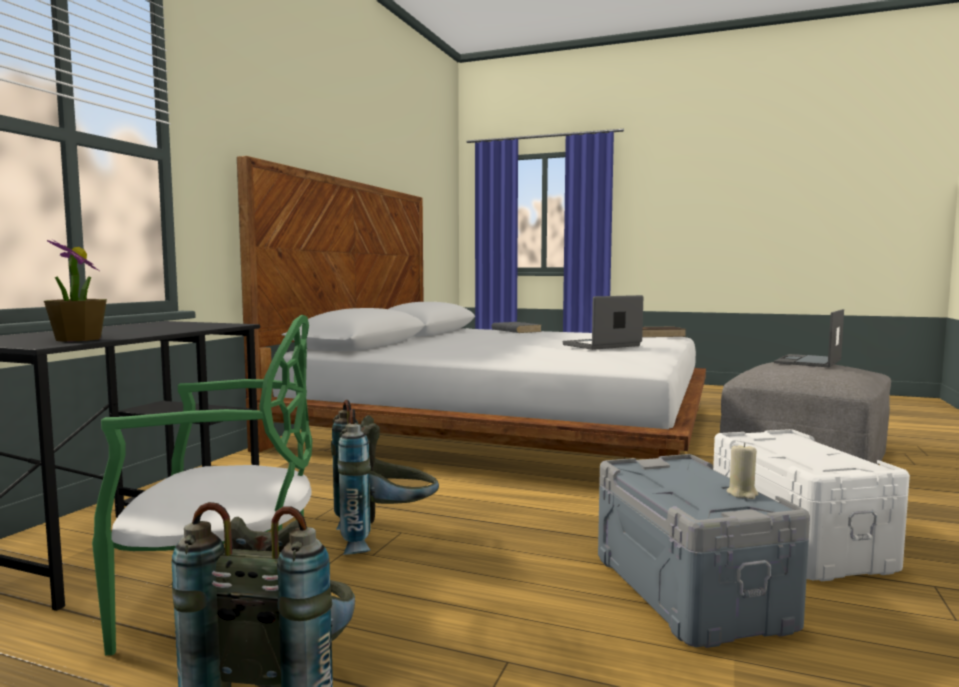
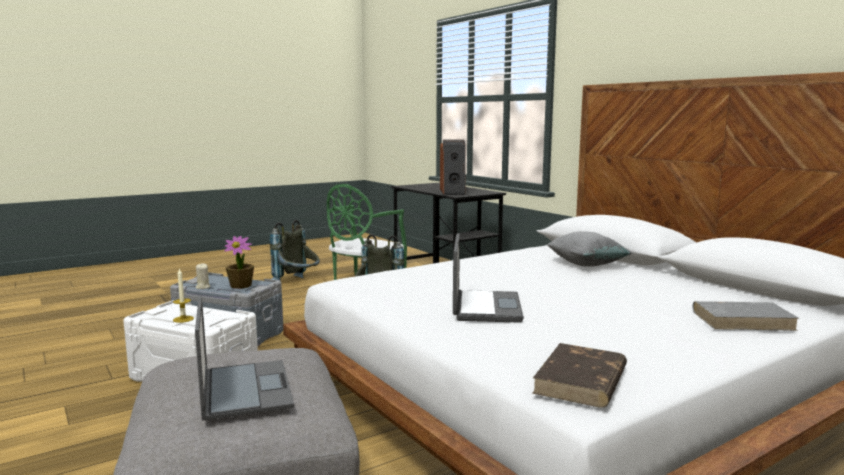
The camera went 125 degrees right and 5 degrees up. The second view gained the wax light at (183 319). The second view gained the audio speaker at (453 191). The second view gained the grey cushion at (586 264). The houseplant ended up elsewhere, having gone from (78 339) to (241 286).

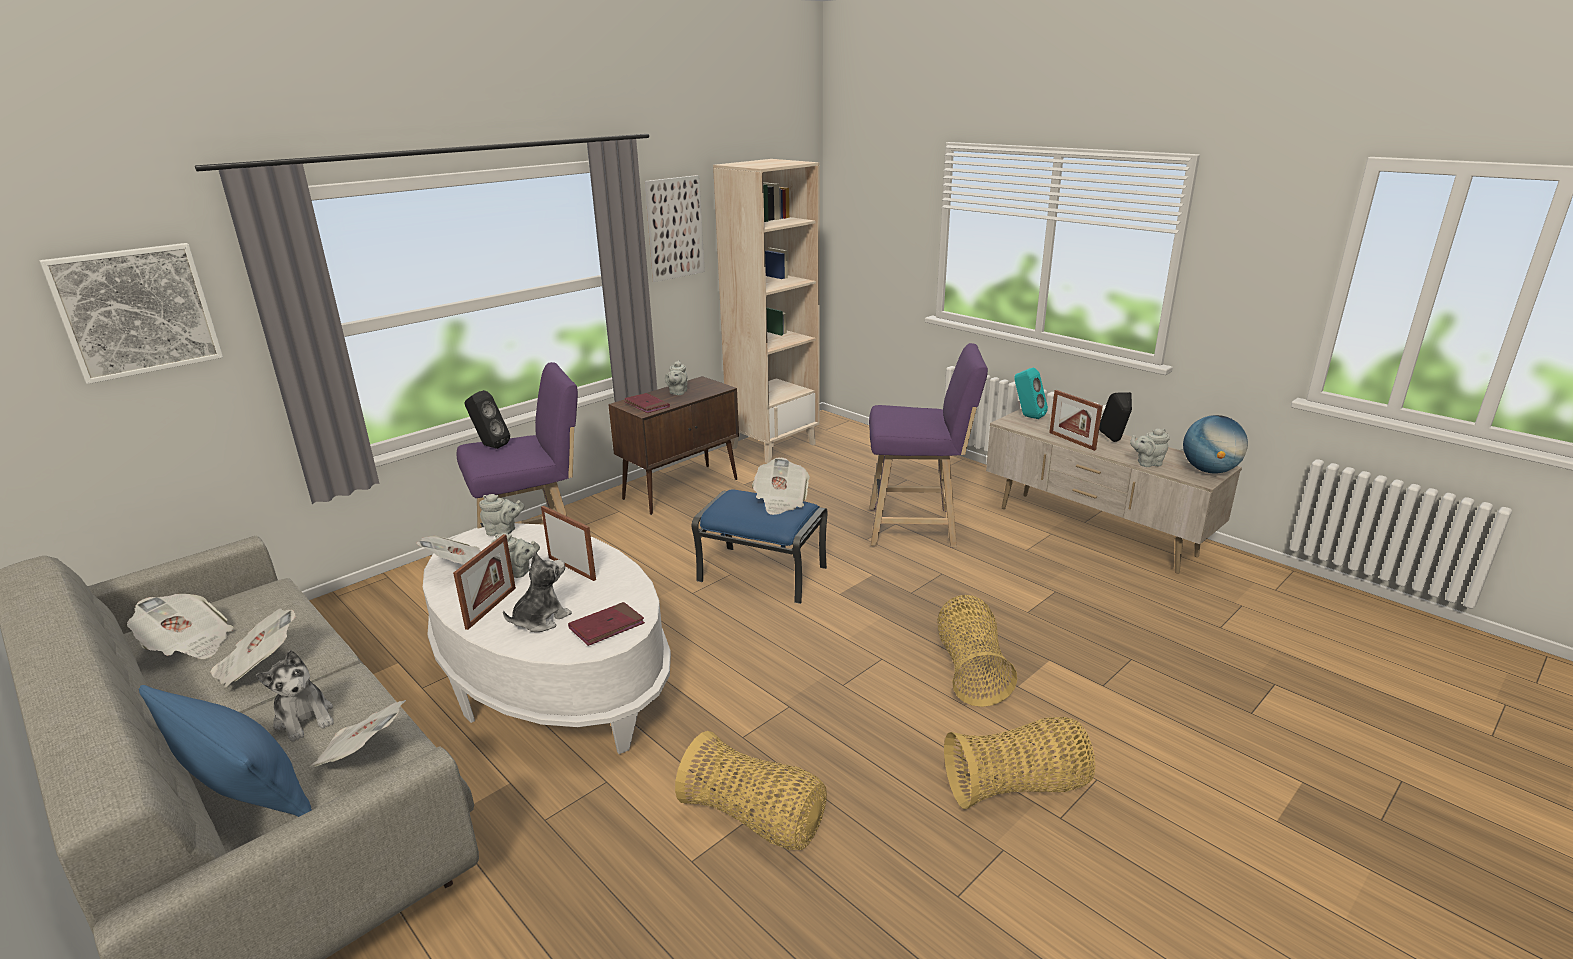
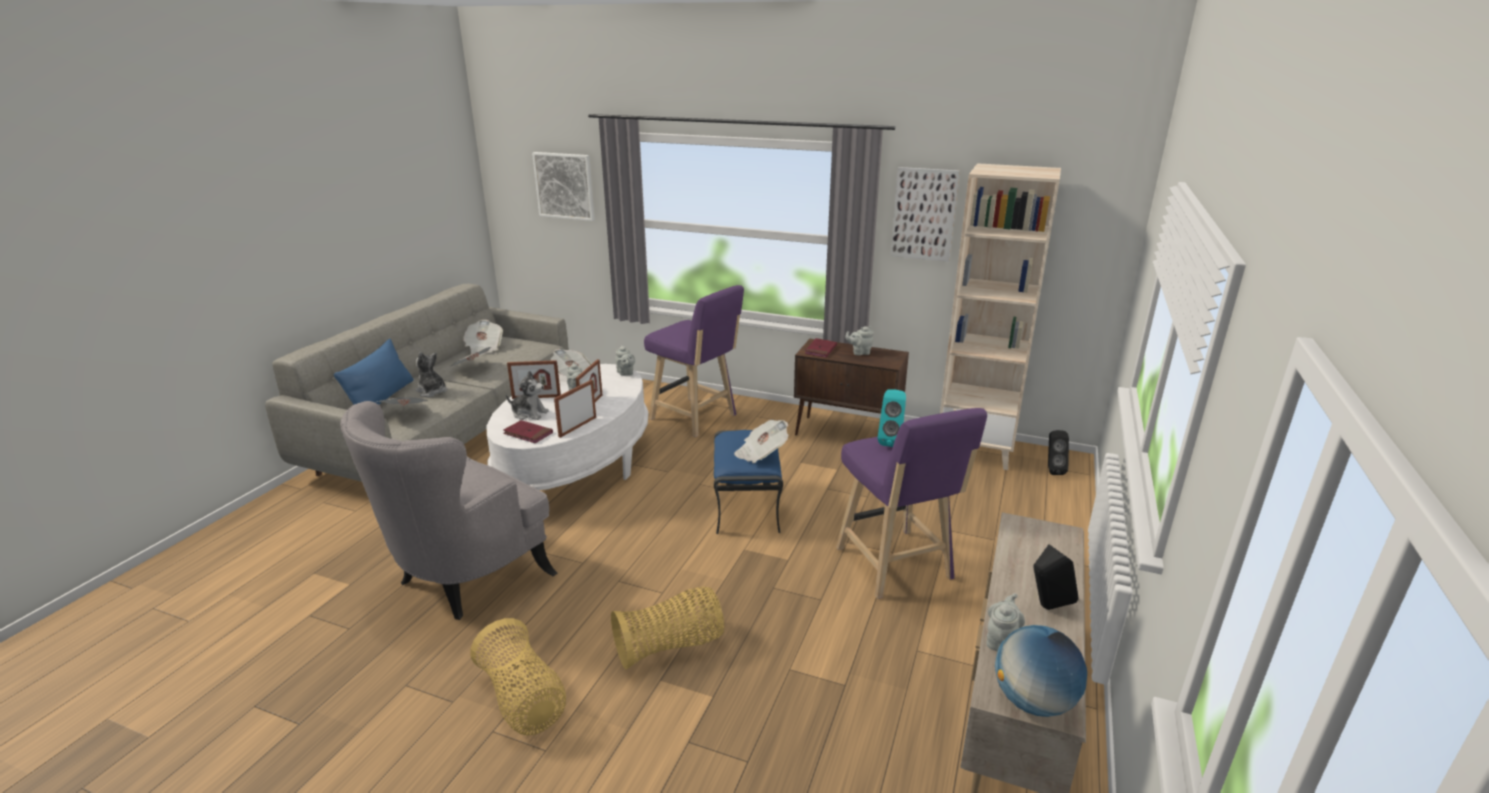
The camera went 65 degrees right and 0 degrees up. The blackish audio speaker ended up elsewhere, having gone from (489 446) to (1052 470). The turquoise-coloured audio speaker ended up elsewhere, having gone from (1027 416) to (890 441). The standing frame ended up elsewhere, having gone from (1072 441) to (577 427). Where the basket stood at (755 819), the grey armchair came to stand at (464 579). The plush toy at (305 718) ended up facing another way, 105 degrees clockwise from before. The grey teapot at (1147 463) ended up facing another way, 60 degrees clockwise from before.

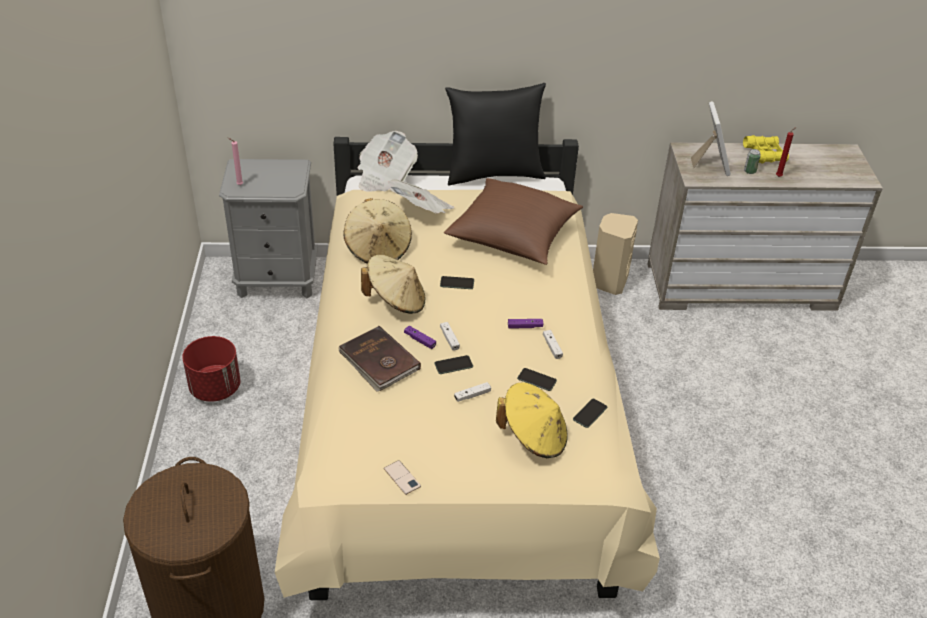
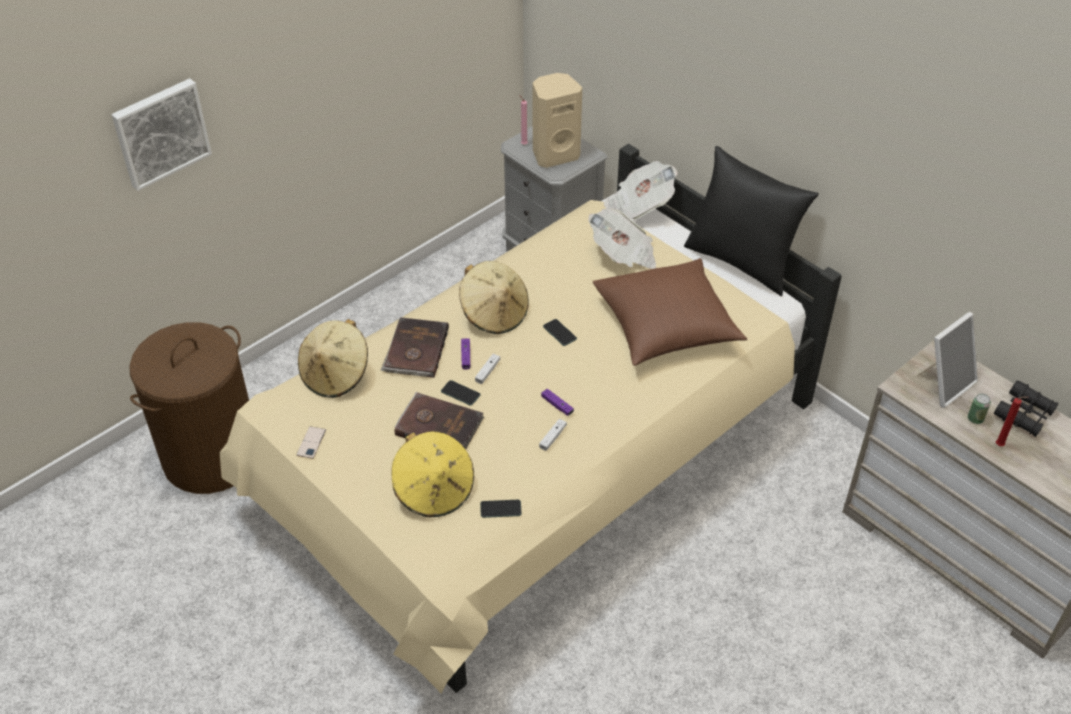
The camera went 50 degrees right and 5 degrees up. The second view lost the red-coloured planter at (215 388). The second view lost the telephone at (537 380). The second view gained the picture at (160 132). The beige wearable hat ended up elsewhere, having gone from (378 248) to (336 375). The beige audio speaker ended up elsewhere, having gone from (609 281) to (554 154). Where the white-coloured joypad stood at (472 395), the brownish volume came to stand at (439 425). What was the yellow pair of binoculars at (764 154) turned into the blackish pair of binoculars at (1024 414).

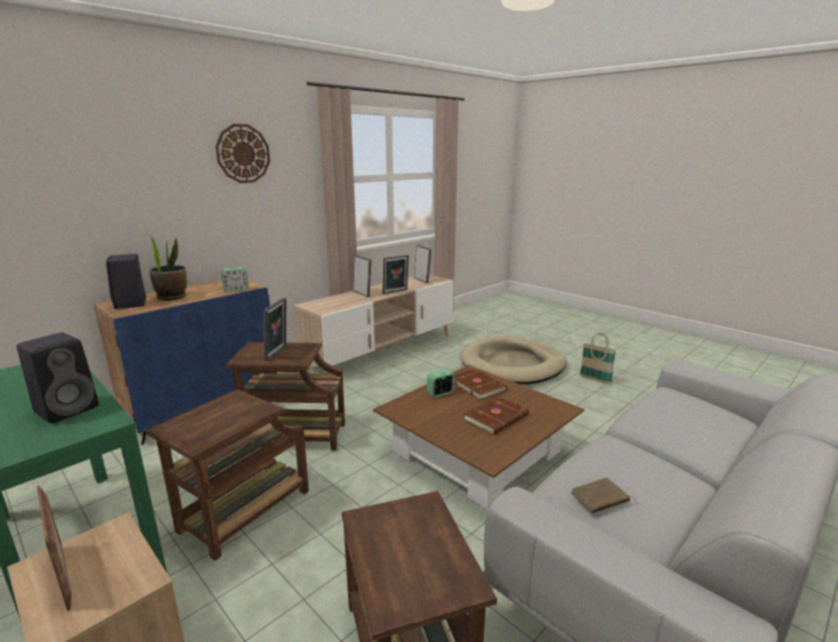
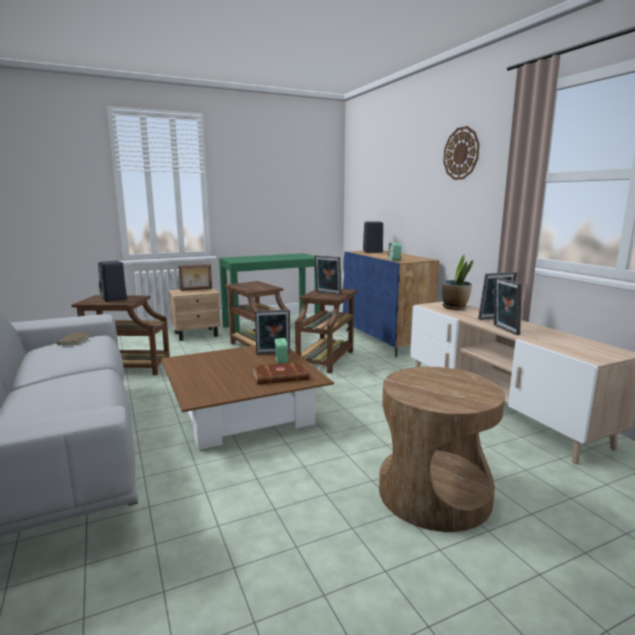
The camera went 110 degrees right and 5 degrees down. The second view lost the brownish volume at (497 418). The second view lost the basket at (595 379). The blackish audio speaker ended up elsewhere, having gone from (69 408) to (114 299). The houseplant ended up elsewhere, having gone from (172 297) to (455 307). The standing frame ended up elsewhere, having gone from (422 280) to (273 353). Where the beige dog bed stood at (512 365), the brownish end table came to stand at (434 494).

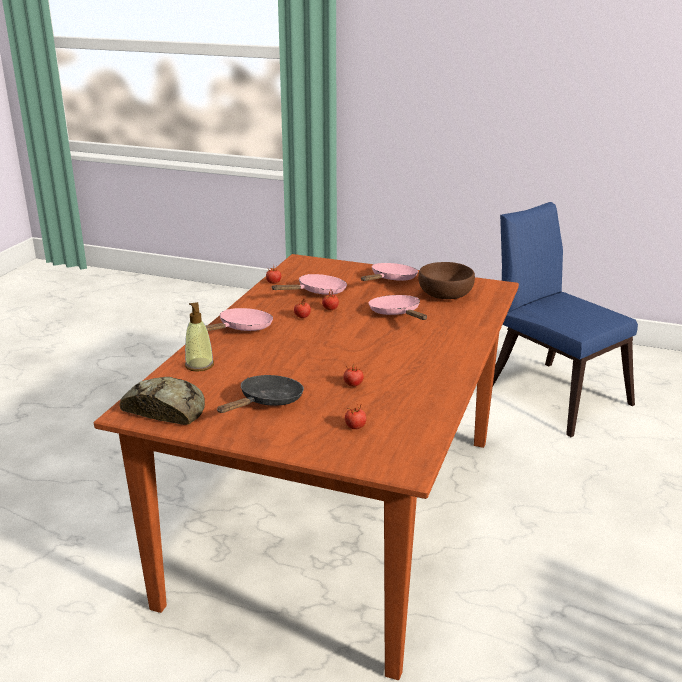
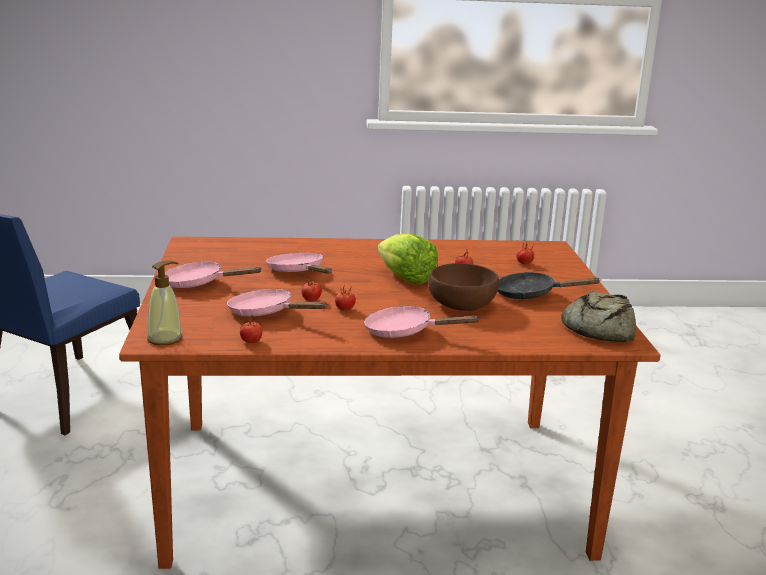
The camera went 115 degrees left and 5 degrees down. The second view gained the lettuce at (405 278). The liquid soap bottle ended up elsewhere, having gone from (199 365) to (165 339). The brownish deep dish ended up elsewhere, having gone from (446 295) to (462 304). The pink frying pan at (397 314) ended up facing another way, 105 degrees clockwise from before.

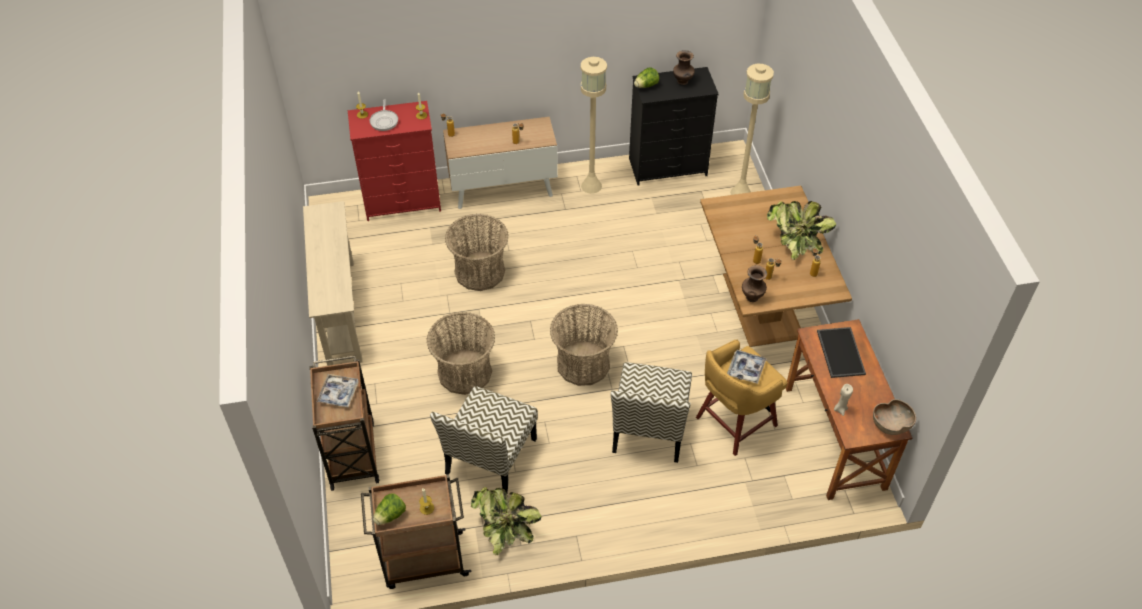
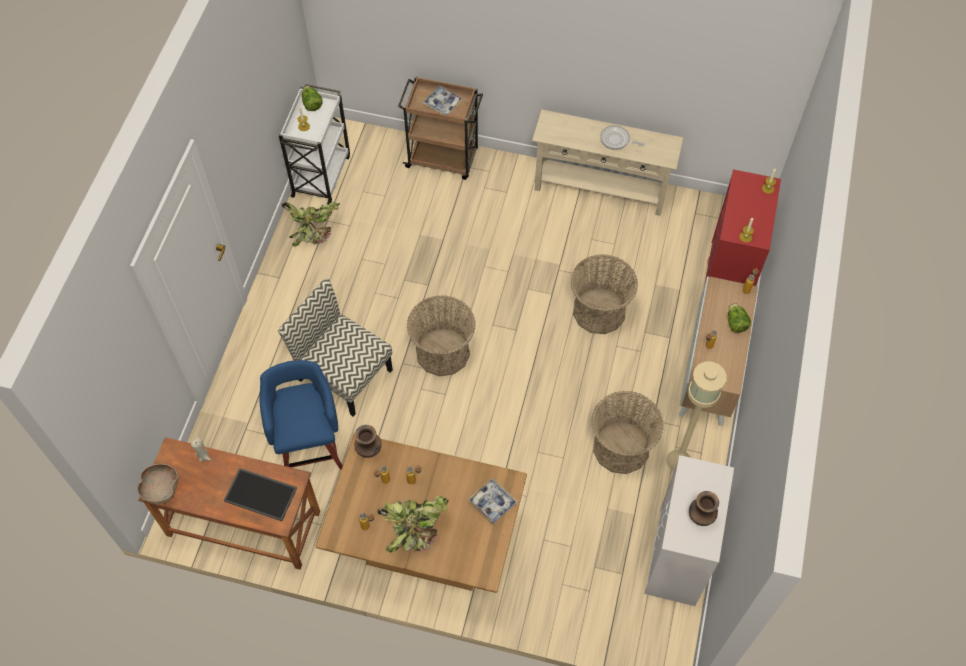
The camera went 115 degrees right and 10 degrees up. The second view lost the plain chair at (490 457). The second view lost the beige standing lamp at (741 193). The frying pan ended up elsewhere, having gone from (384 121) to (616 140). The basket ended up elsewhere, having gone from (465 372) to (621 448). The lettuce ended up elsewhere, having gone from (646 86) to (735 323). The carrying tray ended up elsewhere, having gone from (746 369) to (492 503). What was the brownish trolley at (423 560) turned into the white-coloured trolley at (321 175). What was the blackish chest of drawers at (668 167) turned into the white-coloured chest of drawers at (677 557). What was the yellow sitting stool at (734 422) turned into the blue sitting stool at (309 445).

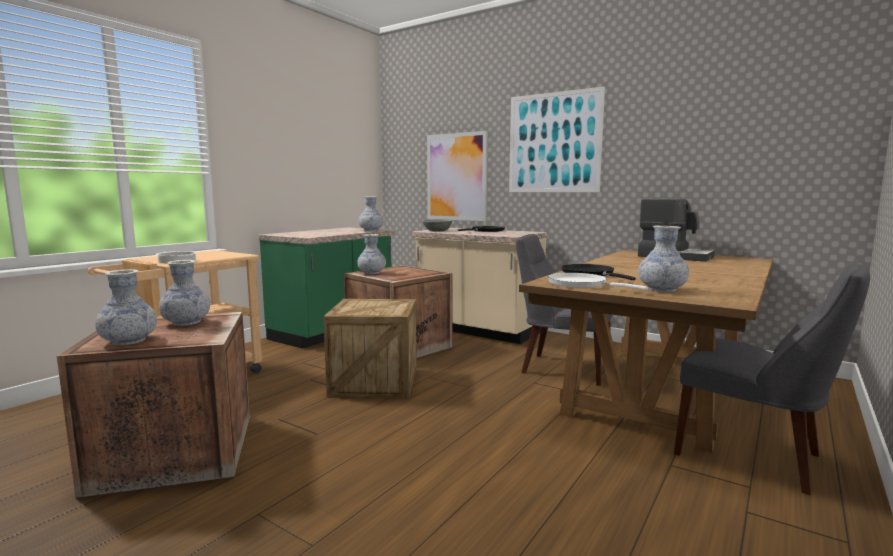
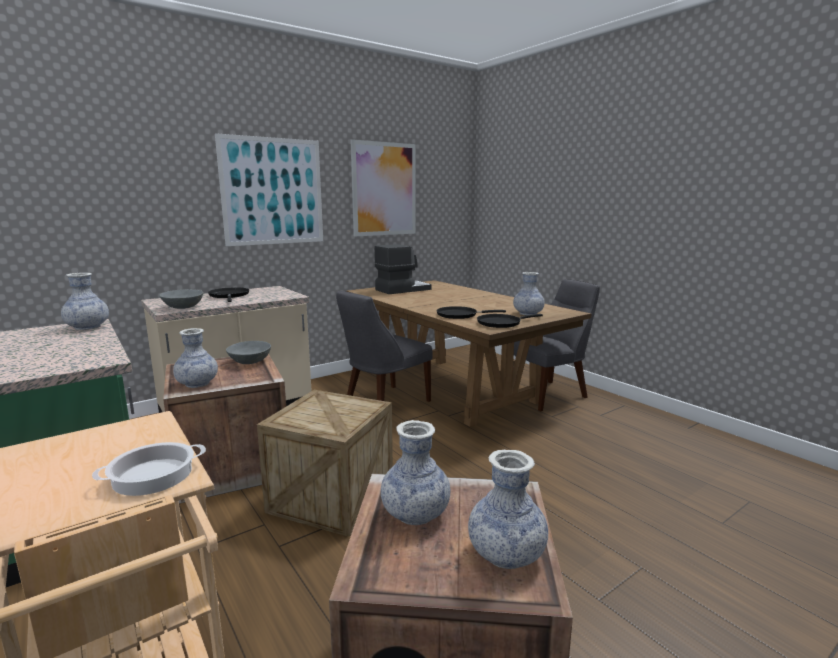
The camera went 70 degrees left and 5 degrees up. The second view gained the grey deep dish at (249 361). The picture ended up elsewhere, having gone from (456 177) to (384 189). What was the white-coloured frying pan at (581 284) turned into the blackish frying pan at (501 323).

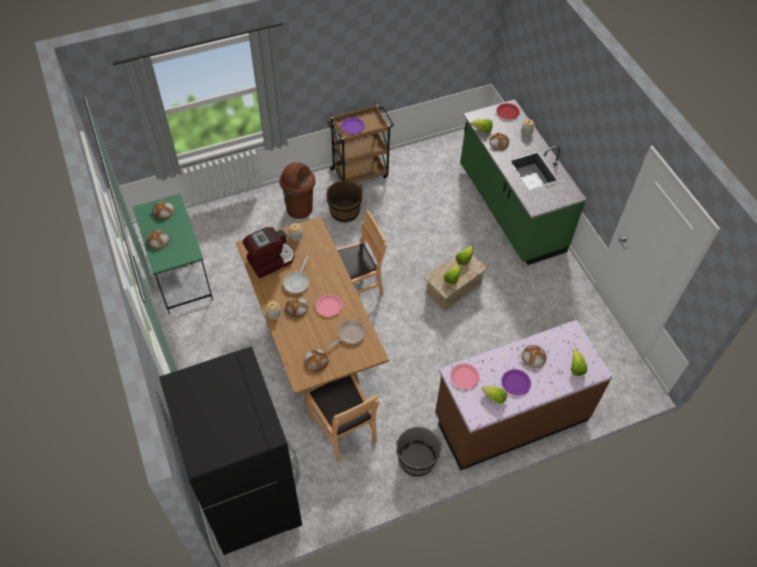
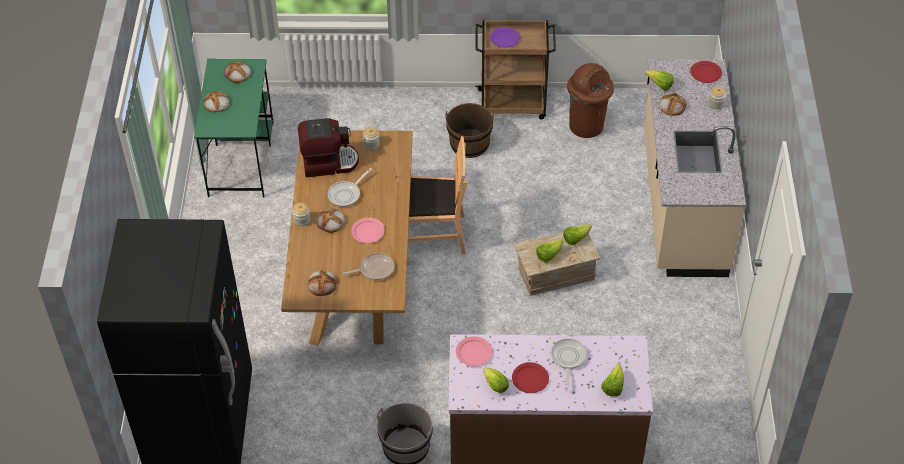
The camera went 25 degrees right and 5 degrees down. The second view lost the brownish plain chair at (343 428). The brownish rubbish bin ended up elsewhere, having gone from (300 208) to (587 126). Where the baked bread stood at (533 357), the frying pan came to stand at (567 359). What was the green counter at (510 209) turned into the beige counter at (682 203). What was the purple-coloured dinner plate at (515 383) turned into the red-coloured dinner plate at (530 379).

